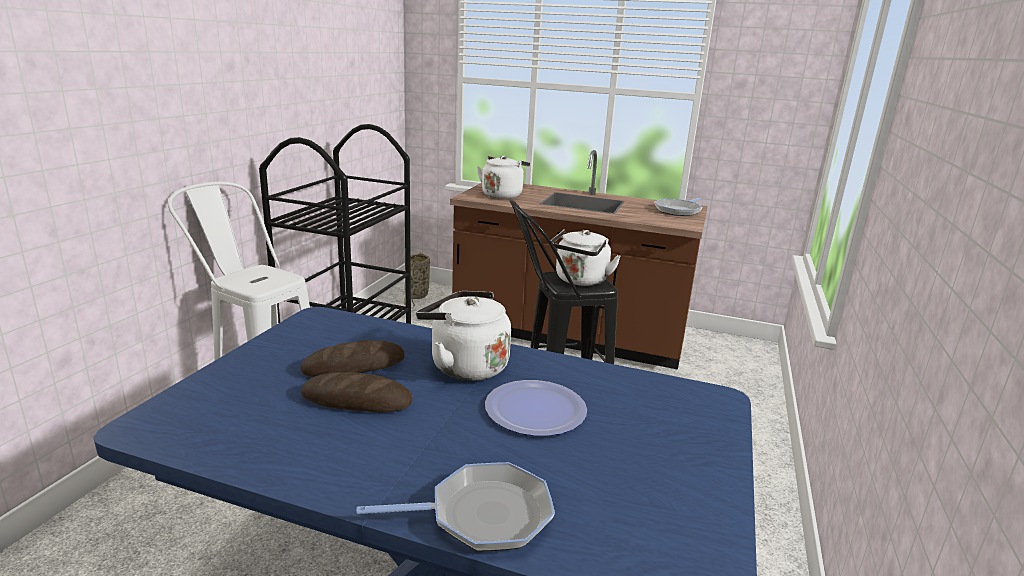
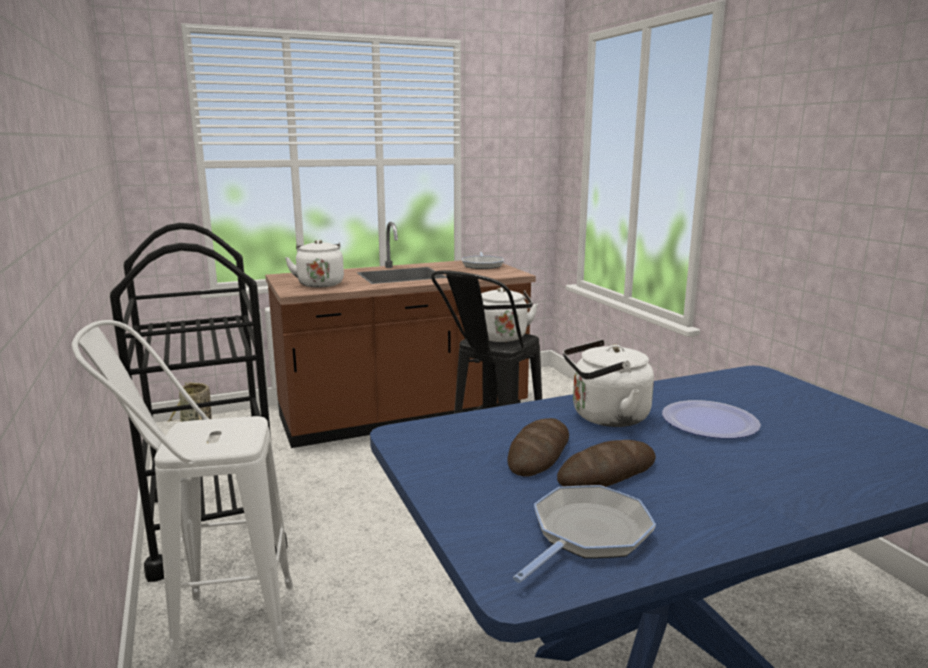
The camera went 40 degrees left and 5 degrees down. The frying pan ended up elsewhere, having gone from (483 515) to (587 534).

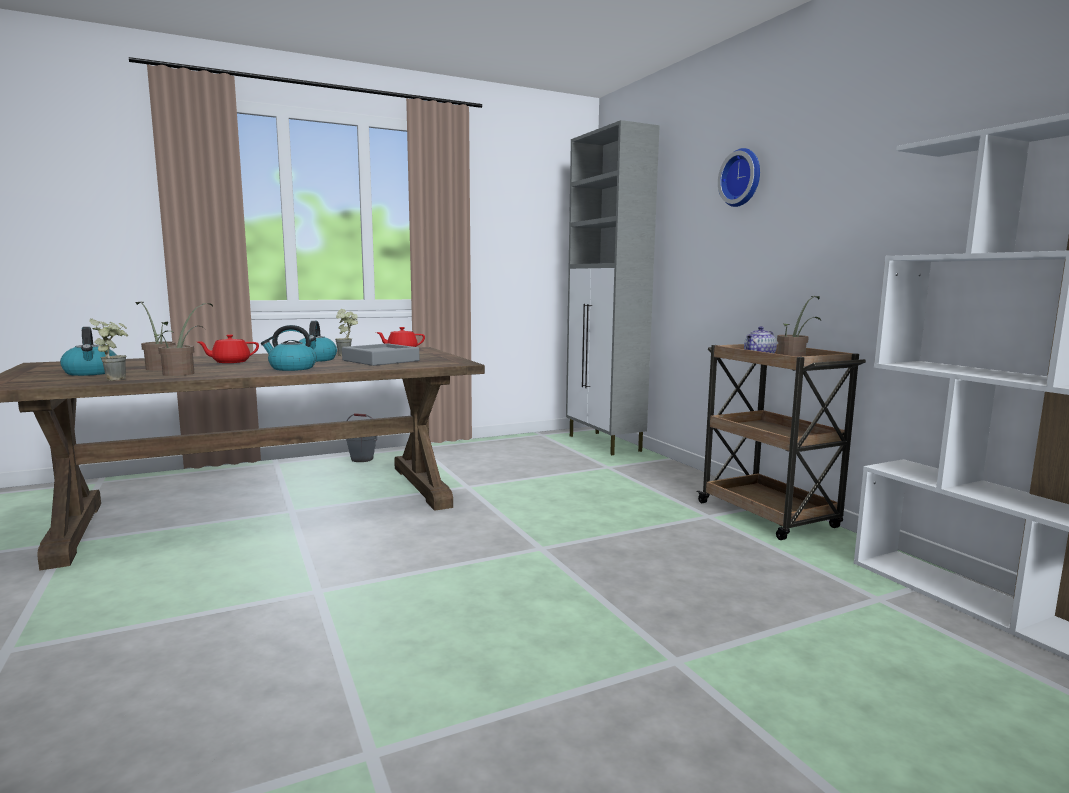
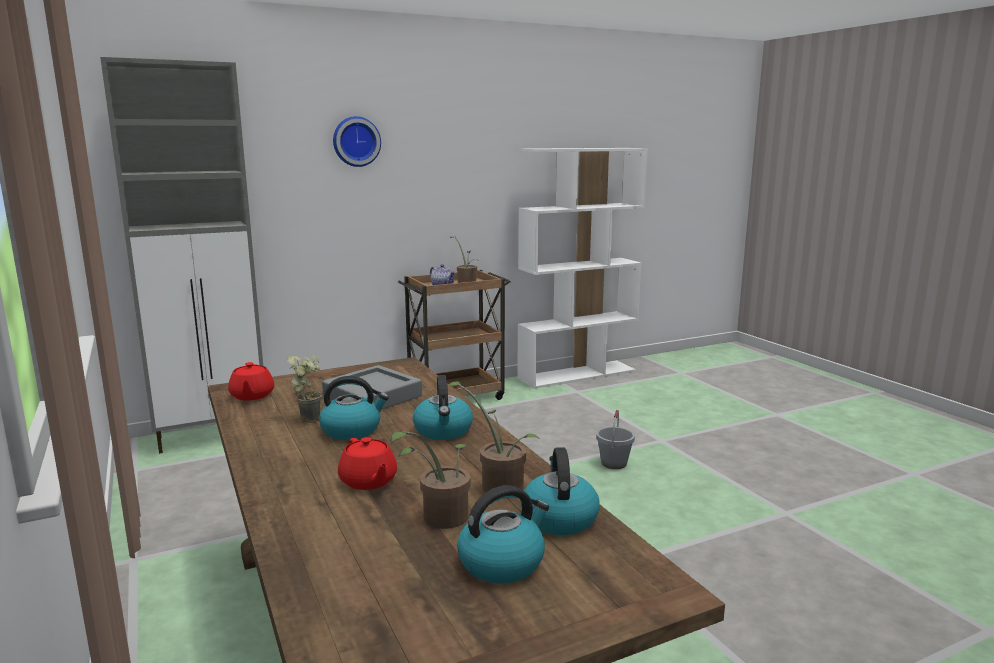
The camera went 90 degrees left and 5 degrees up. The grey water bucket ended up elsewhere, having gone from (362 459) to (613 463). Where the houseplant stood at (116 378), the tea kettle came to stand at (559 518).

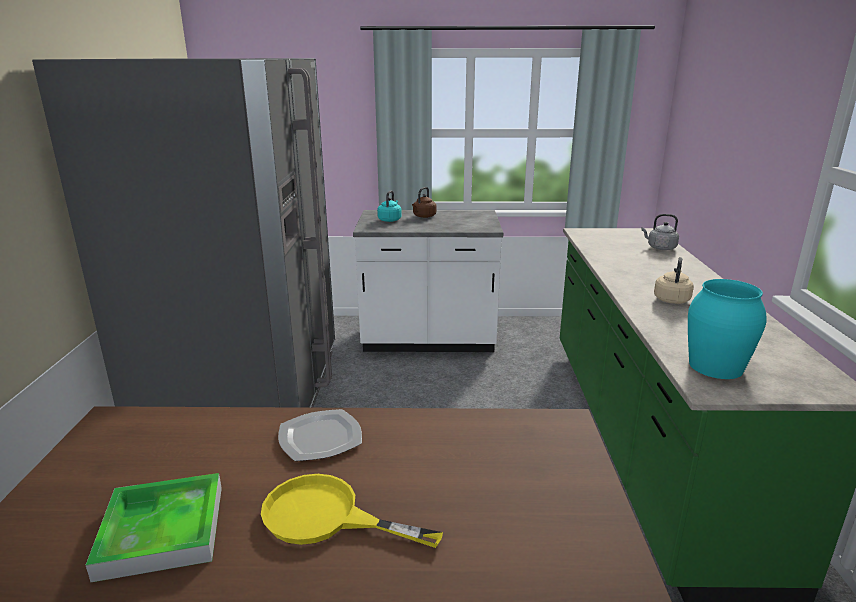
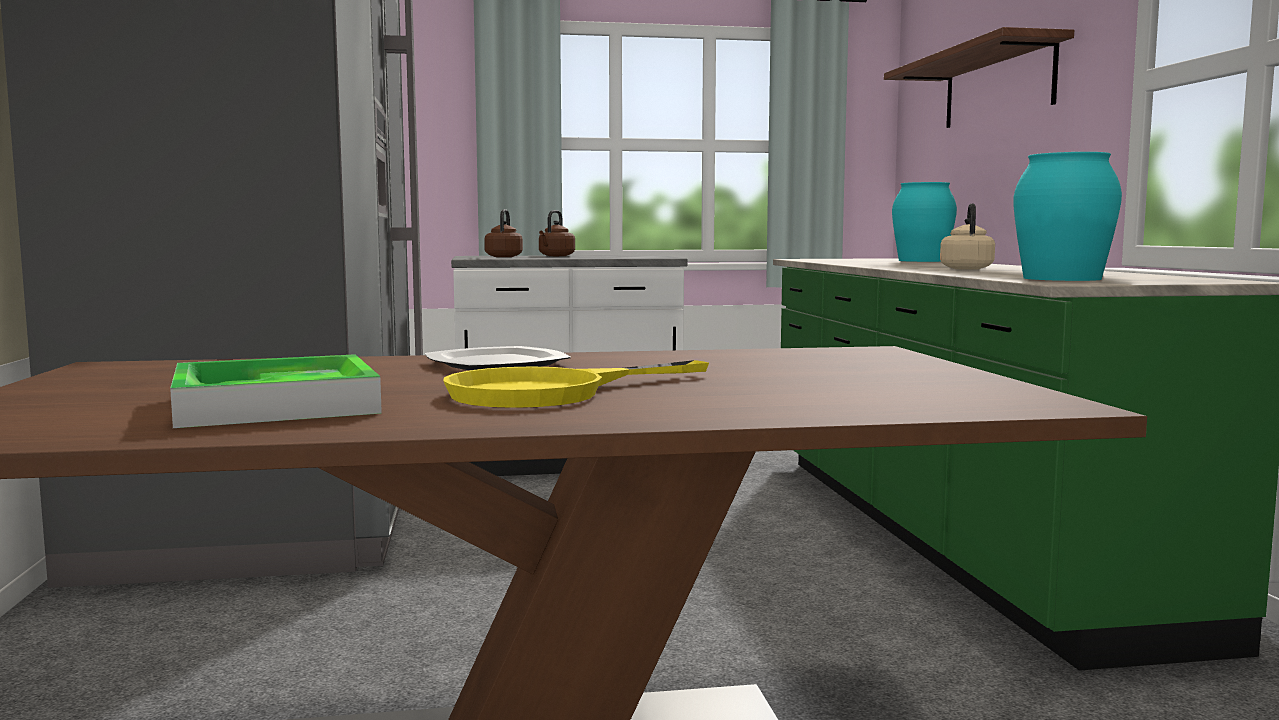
The camera went 10 degrees left and 15 degrees down. The second view gained the shelf at (997 86). Where the grey tea kettle stood at (660 248), the turquoise-coloured flower vase came to stand at (921 261). What was the turquoise-coloured tea kettle at (390 220) turned into the brownish tea kettle at (504 256). The yellow frying pan at (326 517) ended up facing another way, 45 degrees counterclockwise from before.

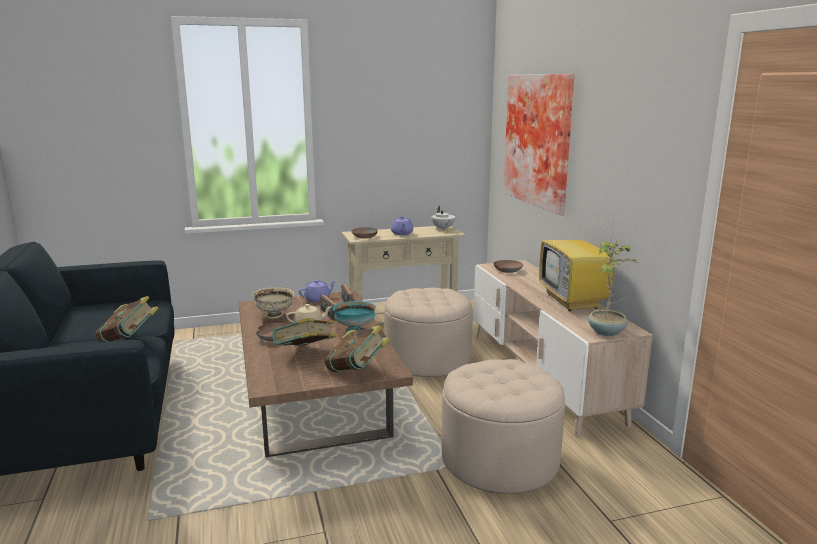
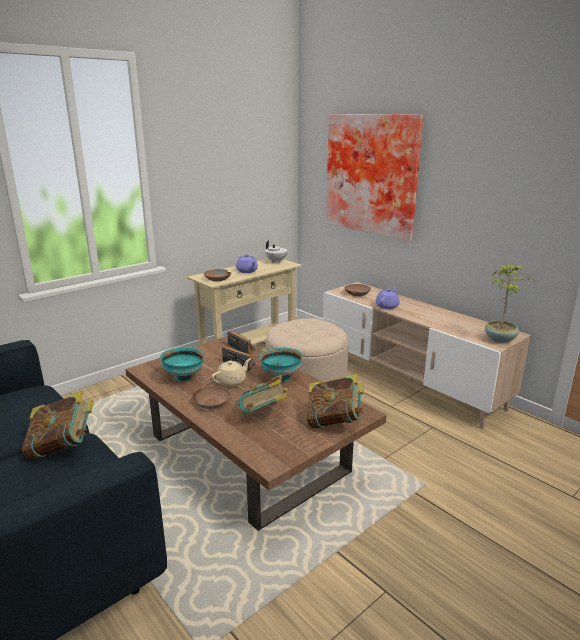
The camera went 25 degrees left and 5 degrees up. The second view lost the beige pouffe at (499 460). The second view lost the television at (574 302). The purple-coloured teapot ended up elsewhere, having gone from (318 299) to (387 306). What was the beige deep dish at (275 315) turned into the turquoise-coloured deep dish at (184 377).

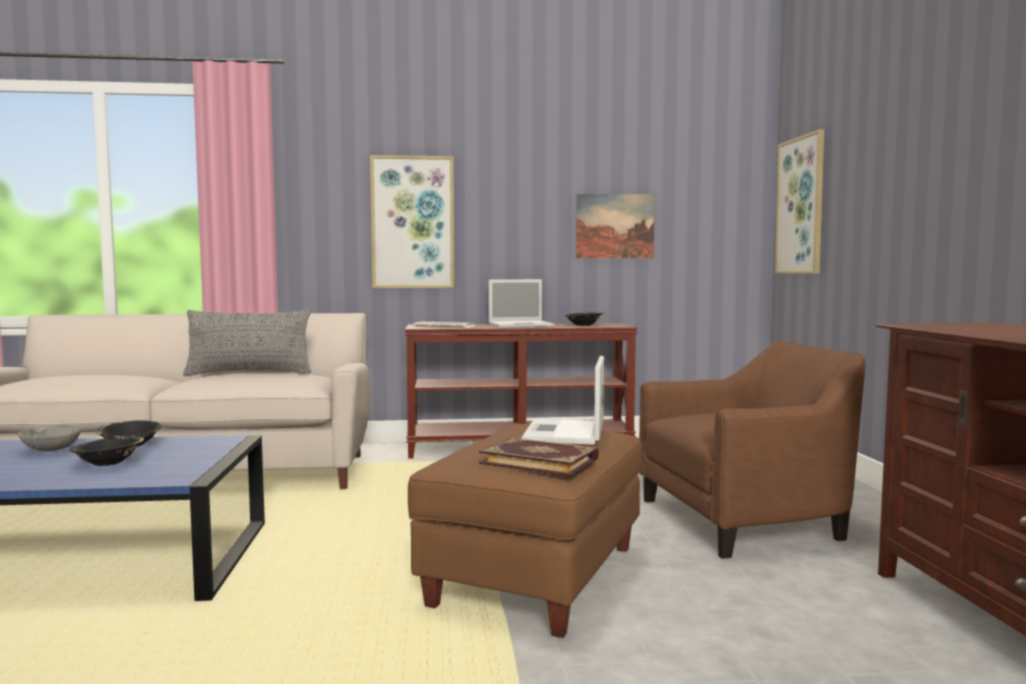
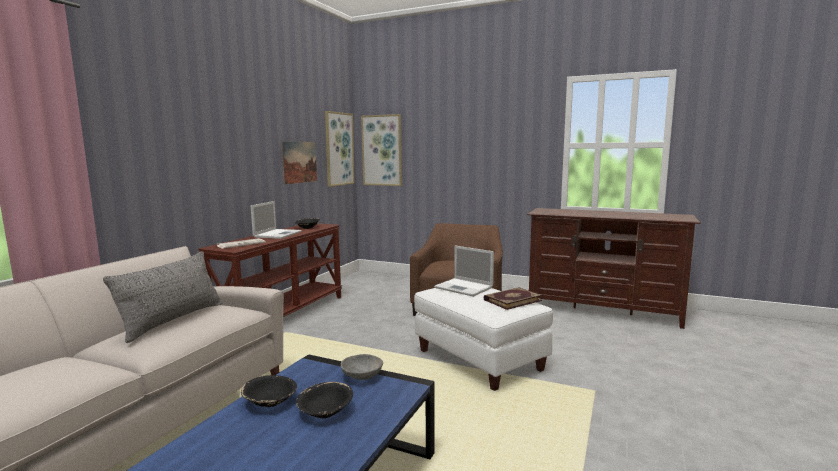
The camera went 60 degrees left and 5 degrees up. The grey deep dish ended up elsewhere, having gone from (50 450) to (361 377). The picture ended up elsewhere, having gone from (412 222) to (339 149). What was the brownish pouffe at (538 576) turned into the white-coloured pouffe at (480 359).

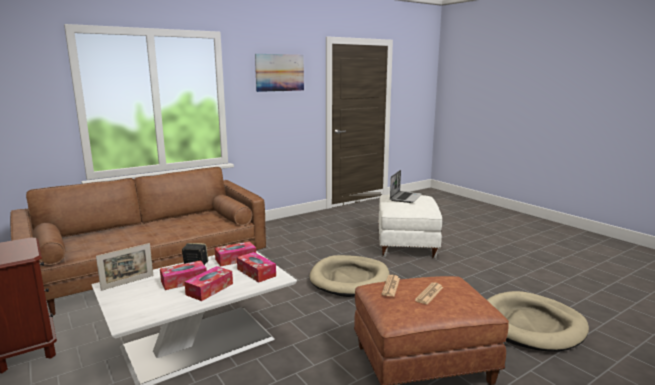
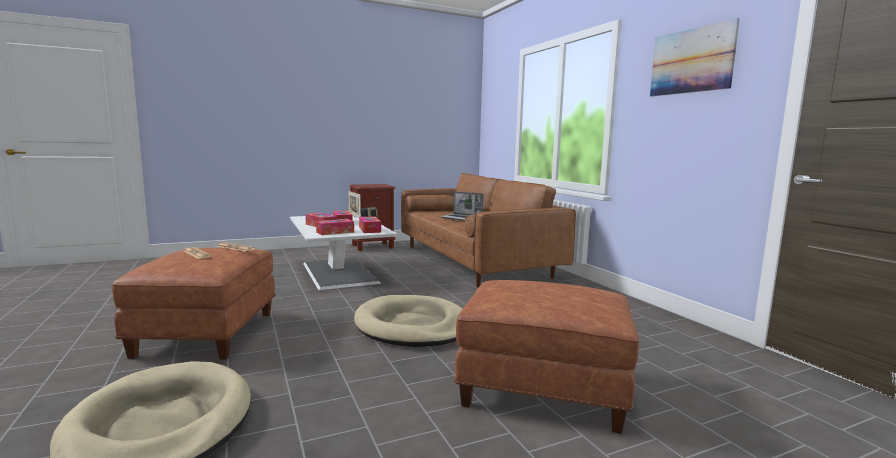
The camera went 100 degrees right and 5 degrees down. The notebook computer ended up elsewhere, having gone from (405 197) to (462 218). What was the white-coloured pouffe at (406 244) turned into the brownish pouffe at (544 389).

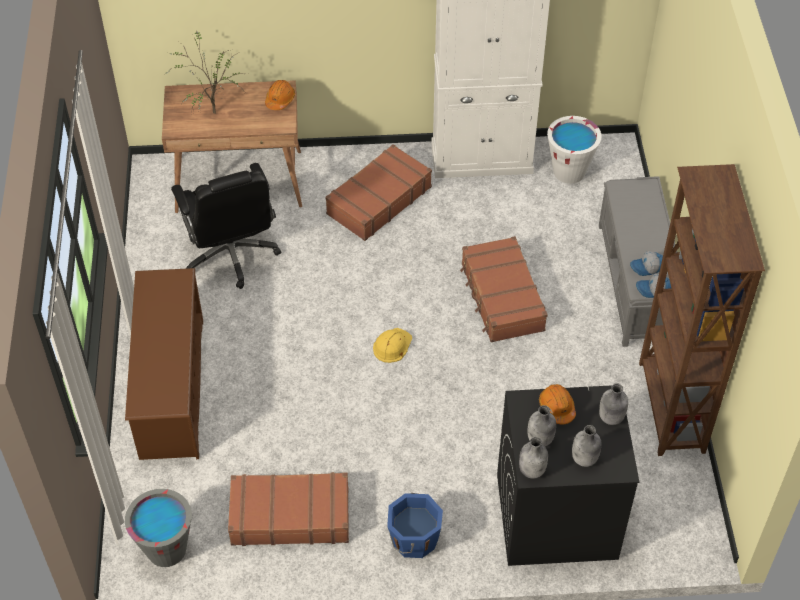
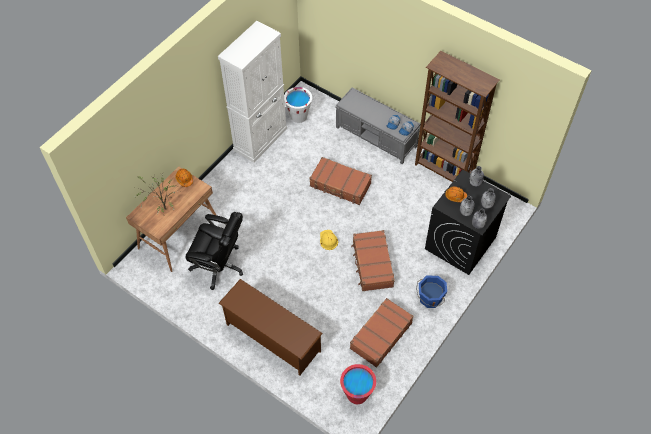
The camera went 50 degrees left and 5 degrees up. The brownish travel case ended up elsewhere, having gone from (378 200) to (372 264). What was the grey water bucket at (166 549) turned into the red-coloured water bucket at (357 394).

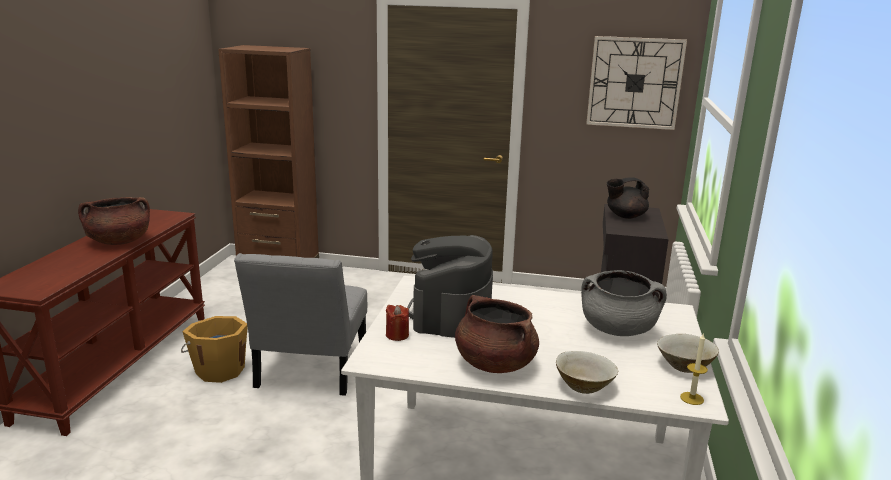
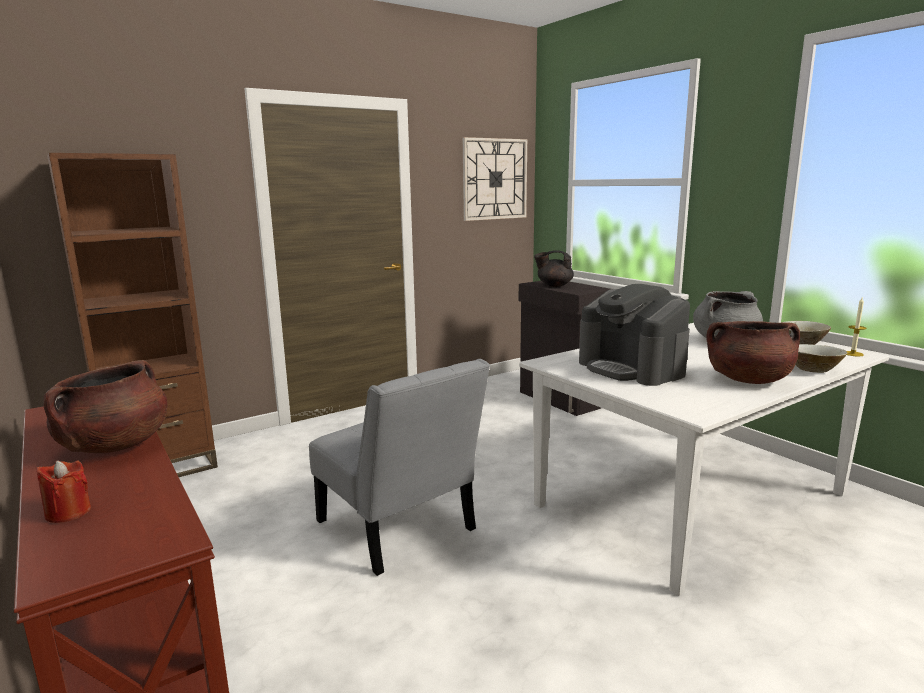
The camera went 45 degrees left and 5 degrees down. The second view lost the orange-coloured water bucket at (219 370). The red-coloured wax light ended up elsewhere, having gone from (397 335) to (68 512). The blackish teapot at (625 216) ended up facing another way, 60 degrees clockwise from before.

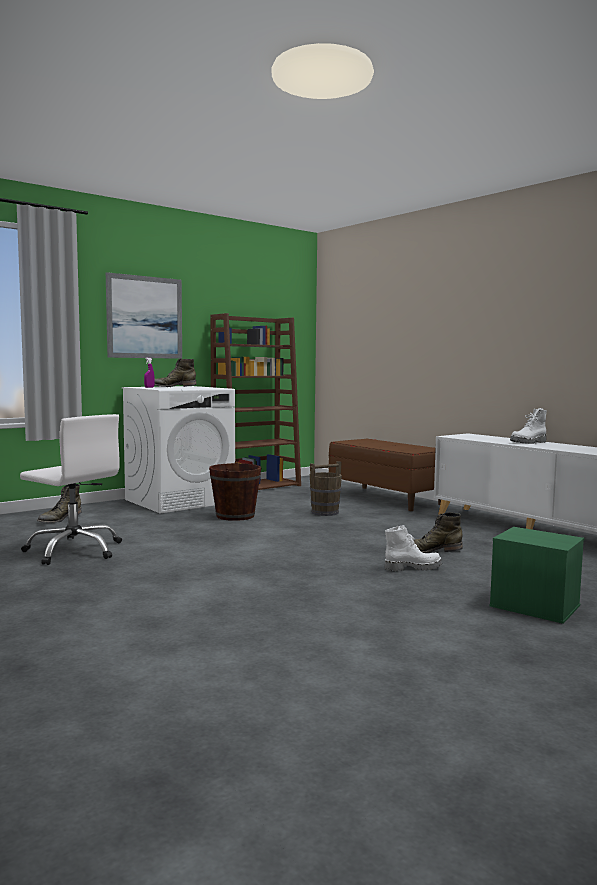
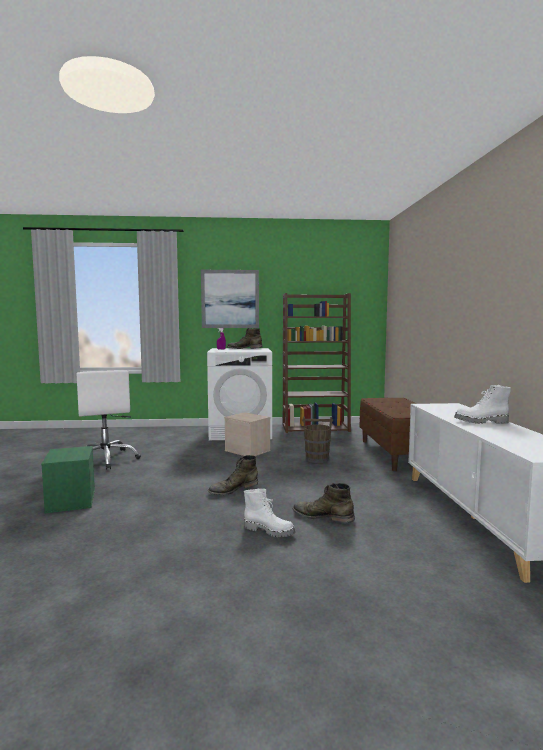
The camera went 35 degrees right and 0 degrees up. The green tall boot ended up elsewhere, having gone from (59 519) to (233 489). The green storage box ended up elsewhere, having gone from (533 606) to (70 500). Where the brownish water bucket stood at (235 516), the beige storage box came to stand at (248 450).

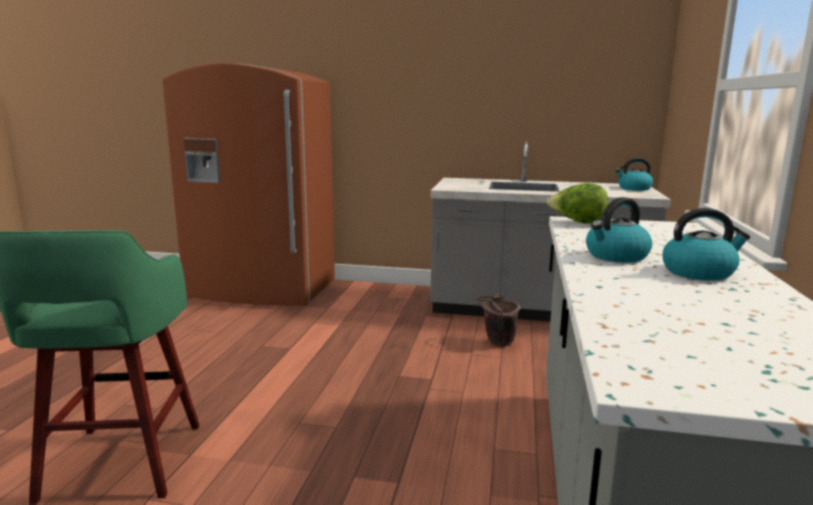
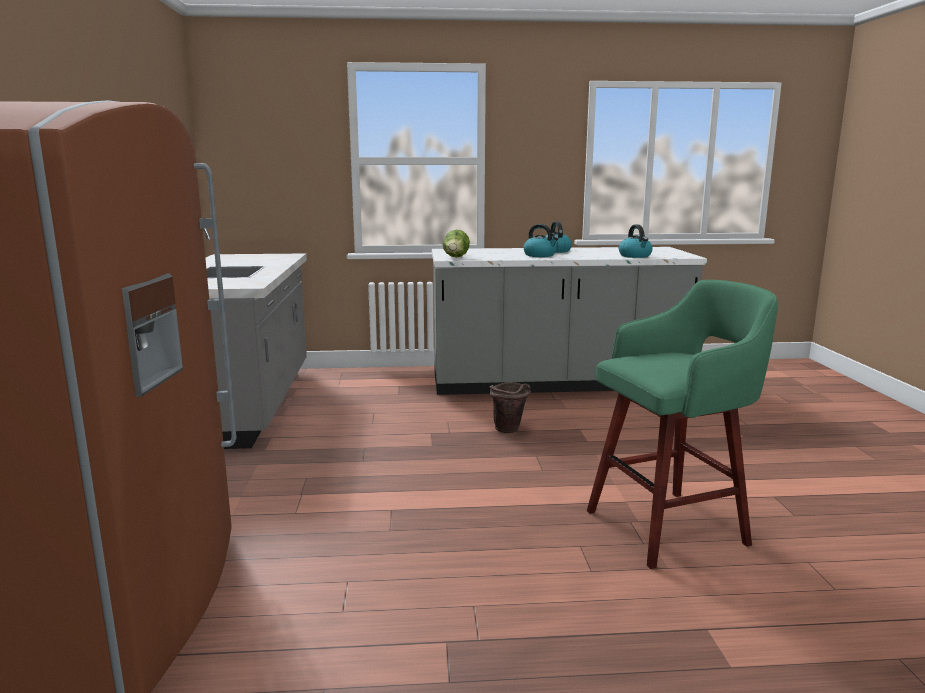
The camera went 105 degrees left and 0 degrees up. The brownish water bucket ended up elsewhere, having gone from (496 343) to (509 431). The tea kettle ended up elsewhere, having gone from (634 188) to (635 256).

